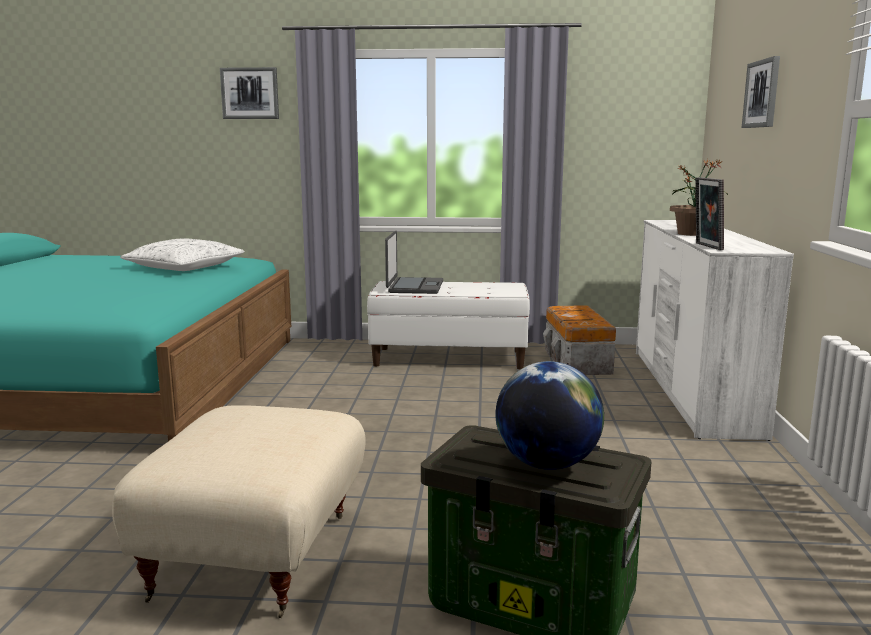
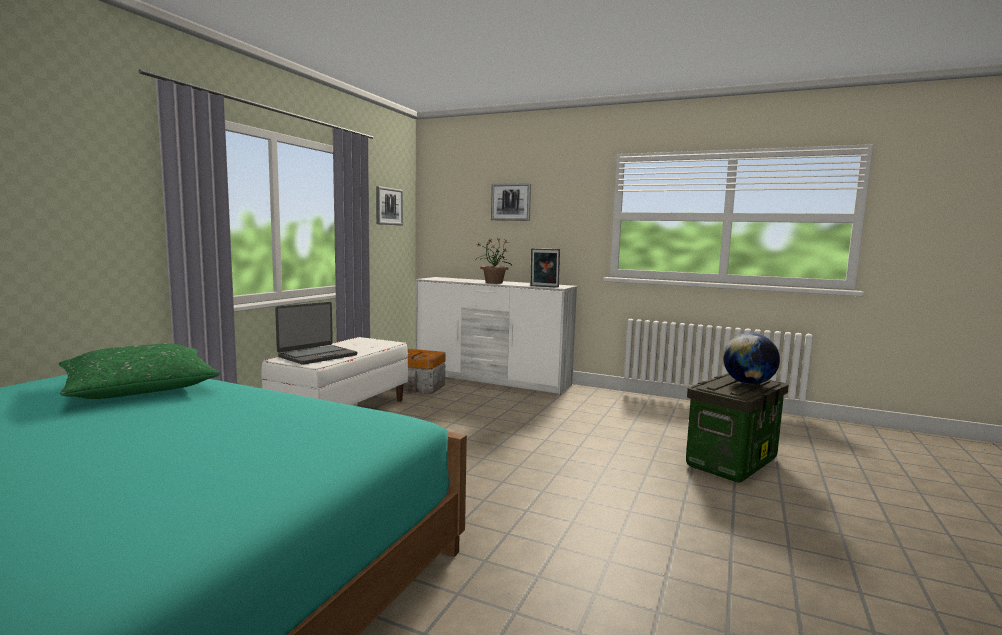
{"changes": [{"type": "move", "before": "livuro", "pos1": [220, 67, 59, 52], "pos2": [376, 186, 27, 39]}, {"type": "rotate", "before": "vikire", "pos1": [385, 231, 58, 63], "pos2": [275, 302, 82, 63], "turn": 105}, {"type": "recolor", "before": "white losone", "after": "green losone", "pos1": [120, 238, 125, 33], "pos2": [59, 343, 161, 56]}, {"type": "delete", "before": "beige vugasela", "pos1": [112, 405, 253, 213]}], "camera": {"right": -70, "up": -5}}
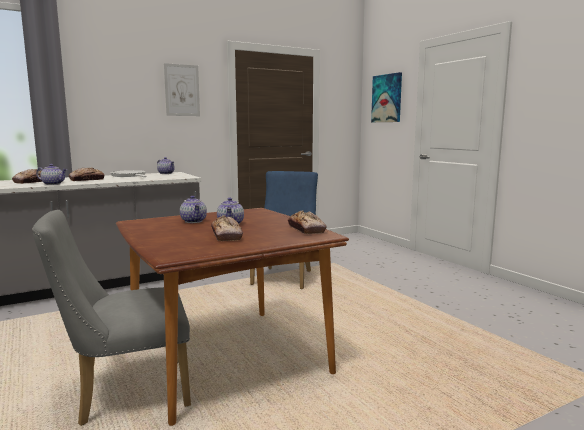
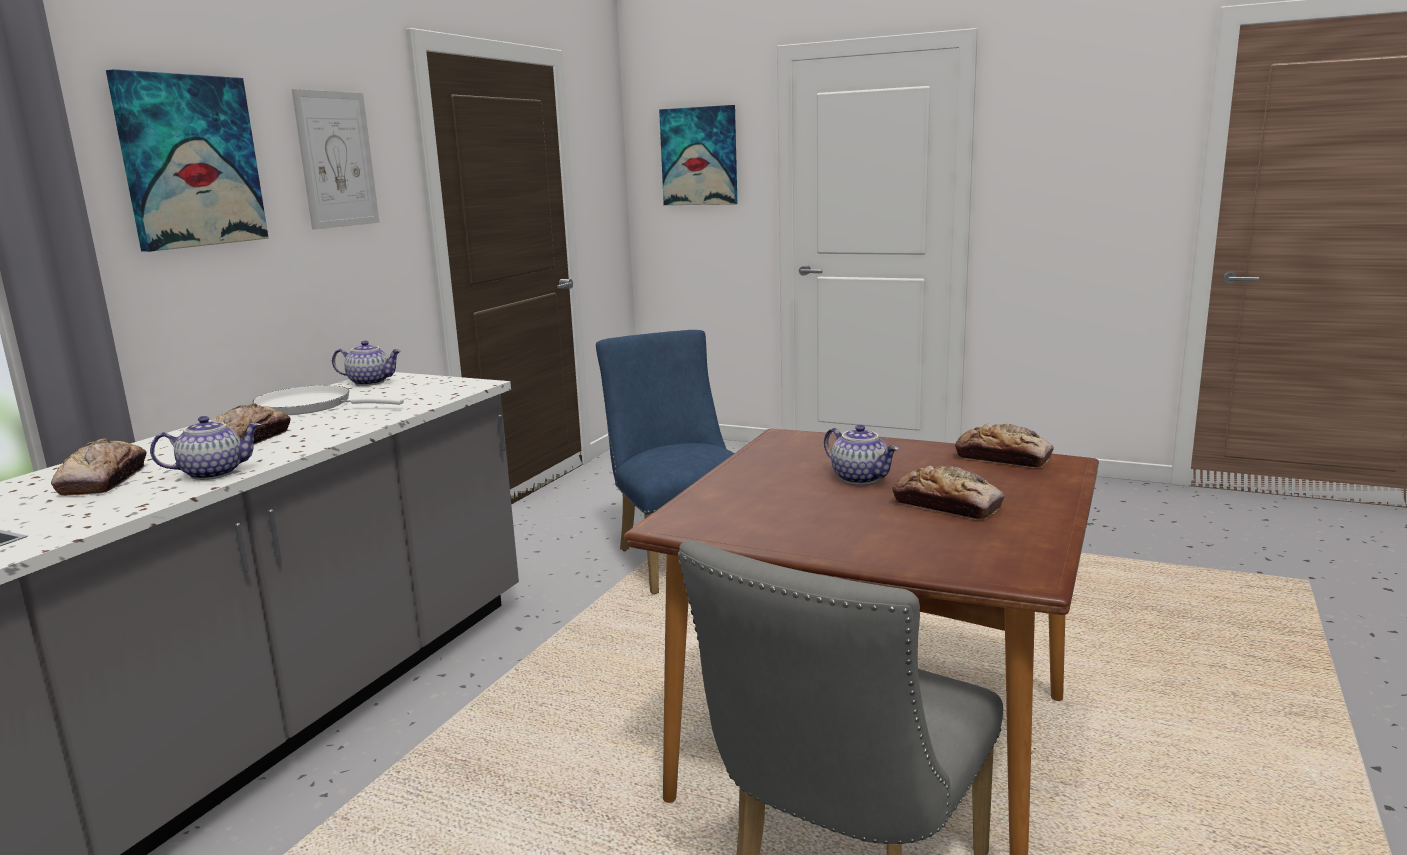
{"changes": [{"type": "delete", "before": "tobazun", "pos1": [180, 196, 27, 27]}, {"type": "insert", "after": "livuro", "pos2": [106, 69, 163, 183]}], "camera": {"right": -35, "up": 5}}
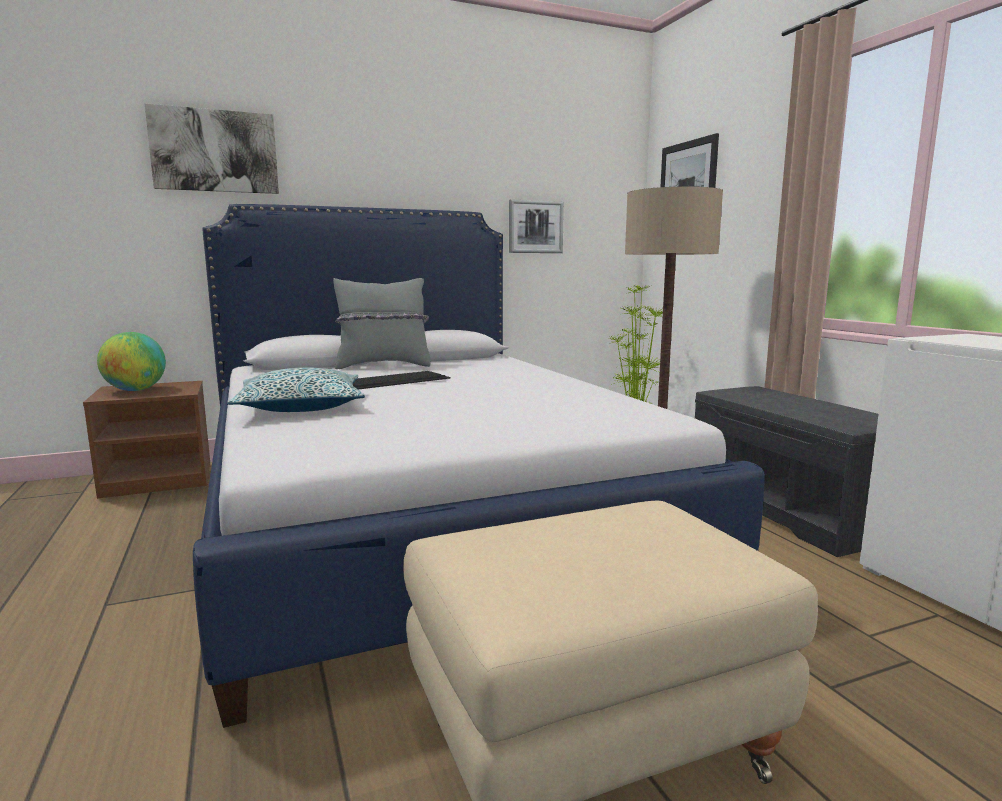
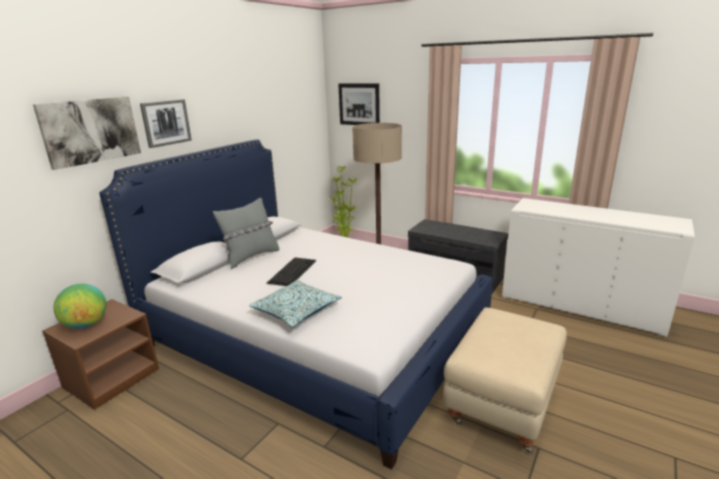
{"changes": [{"type": "move", "before": "livuro", "pos1": [509, 199, 55, 54], "pos2": [140, 99, 52, 49]}], "camera": {"right": -35, "up": 10}}
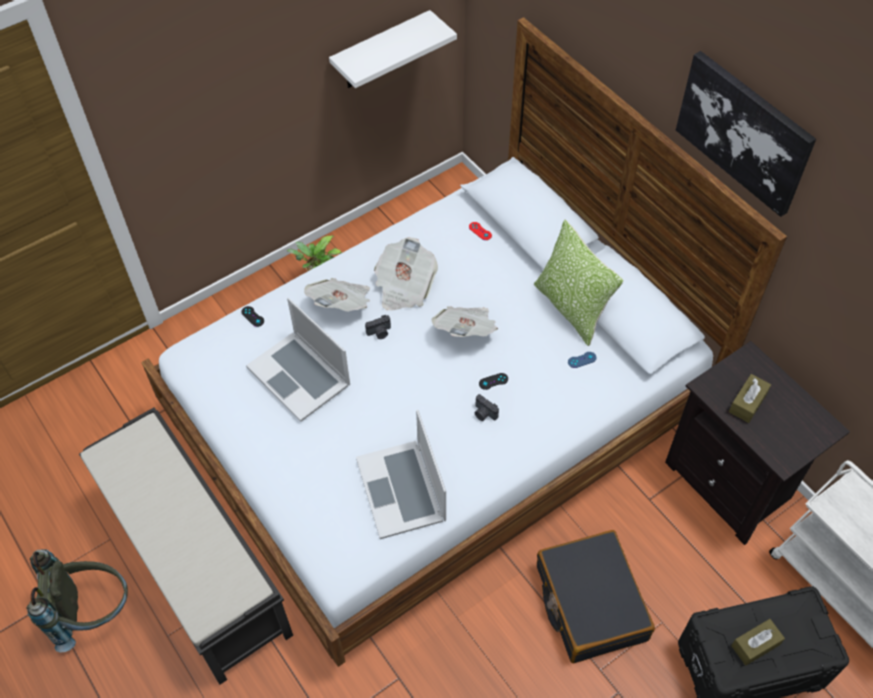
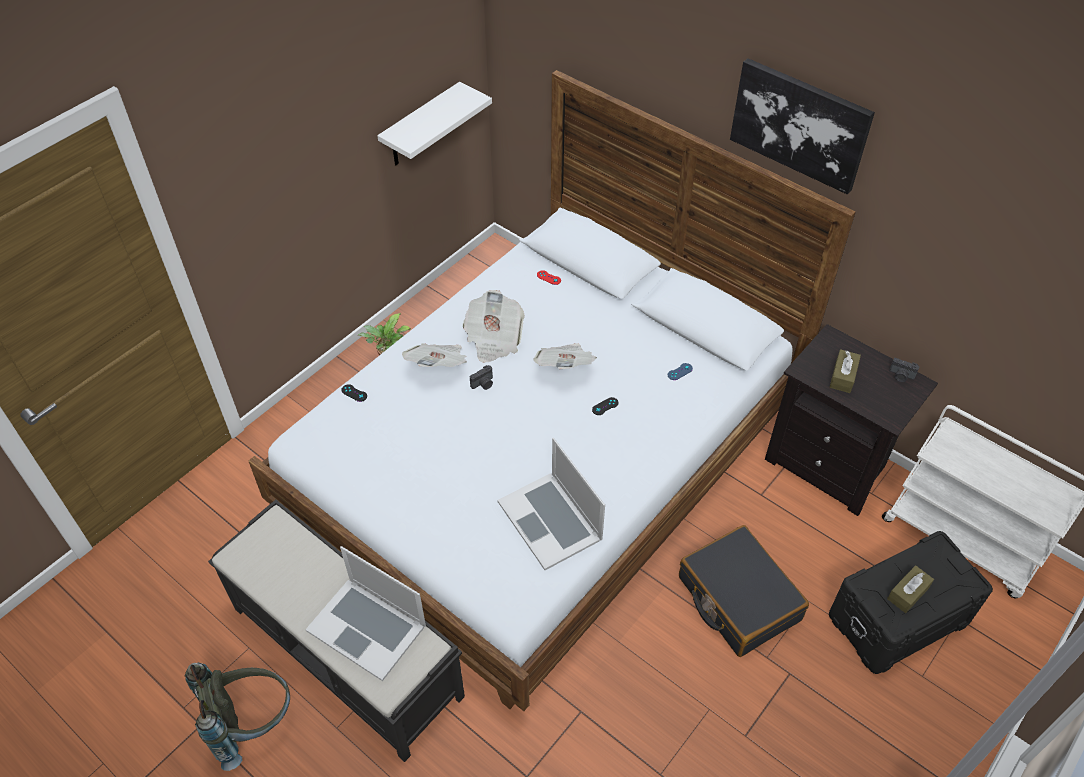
{"changes": [{"type": "delete", "before": "losone", "pos1": [534, 219, 90, 127]}, {"type": "move", "before": "vikire", "pos1": [246, 298, 104, 124], "pos2": [305, 546, 121, 135]}, {"type": "move", "before": "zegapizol", "pos1": [475, 394, 24, 27], "pos2": [889, 358, 30, 24]}], "camera": {"right": -15, "up": -5}}
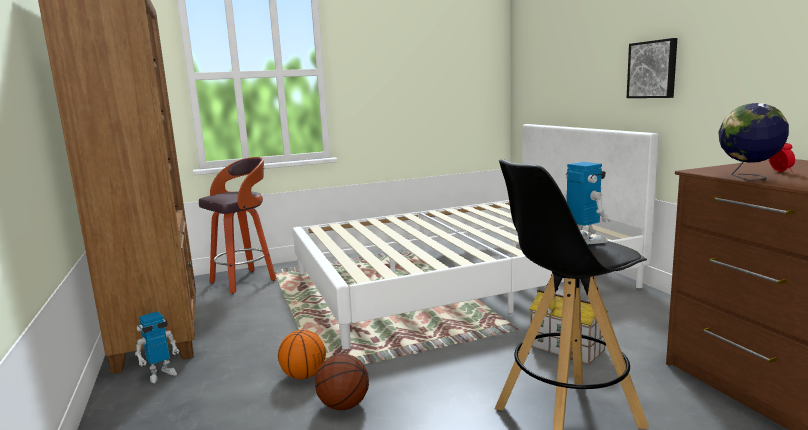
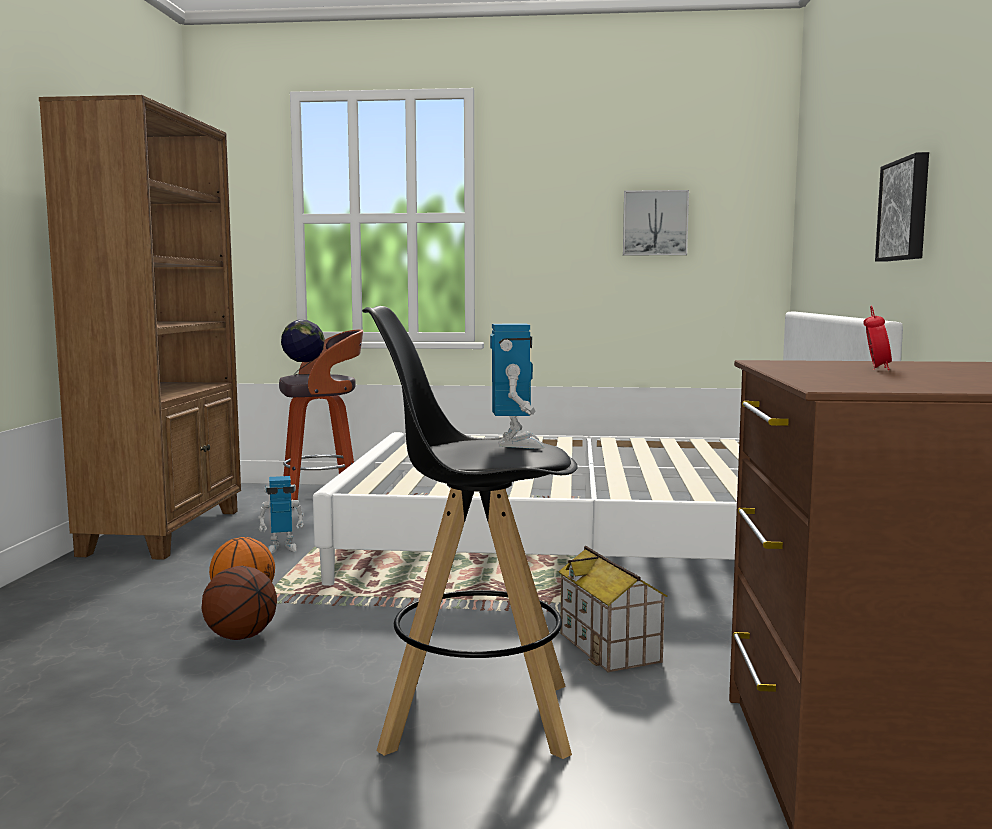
{"changes": [{"type": "move", "before": "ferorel", "pos1": [718, 103, 71, 78], "pos2": [281, 320, 44, 55]}, {"type": "move", "before": "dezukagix", "pos1": [135, 311, 44, 72], "pos2": [258, 476, 46, 78]}, {"type": "insert", "after": "livuro", "pos2": [623, 190, 66, 65]}], "camera": {"right": 25, "up": -5}}
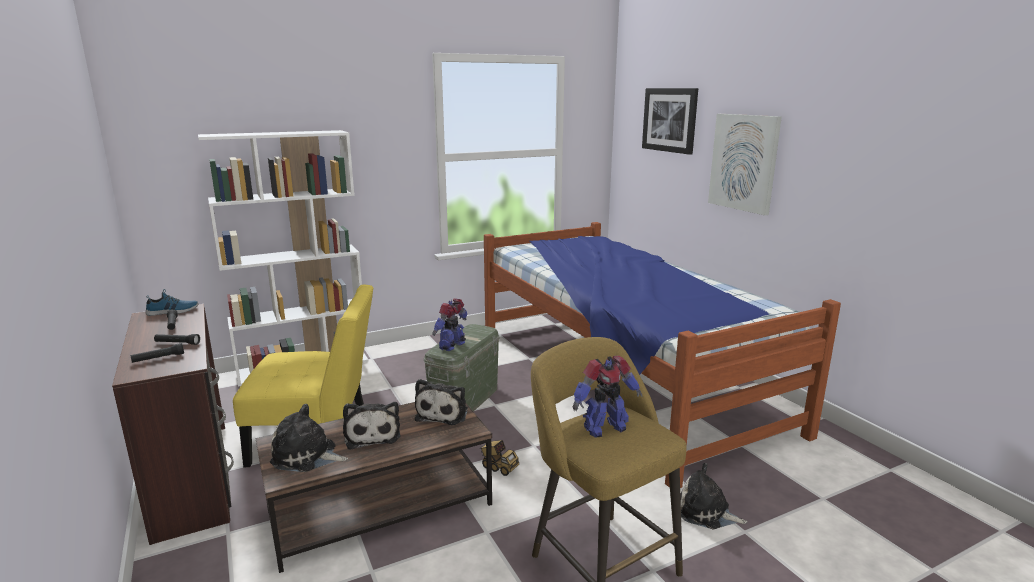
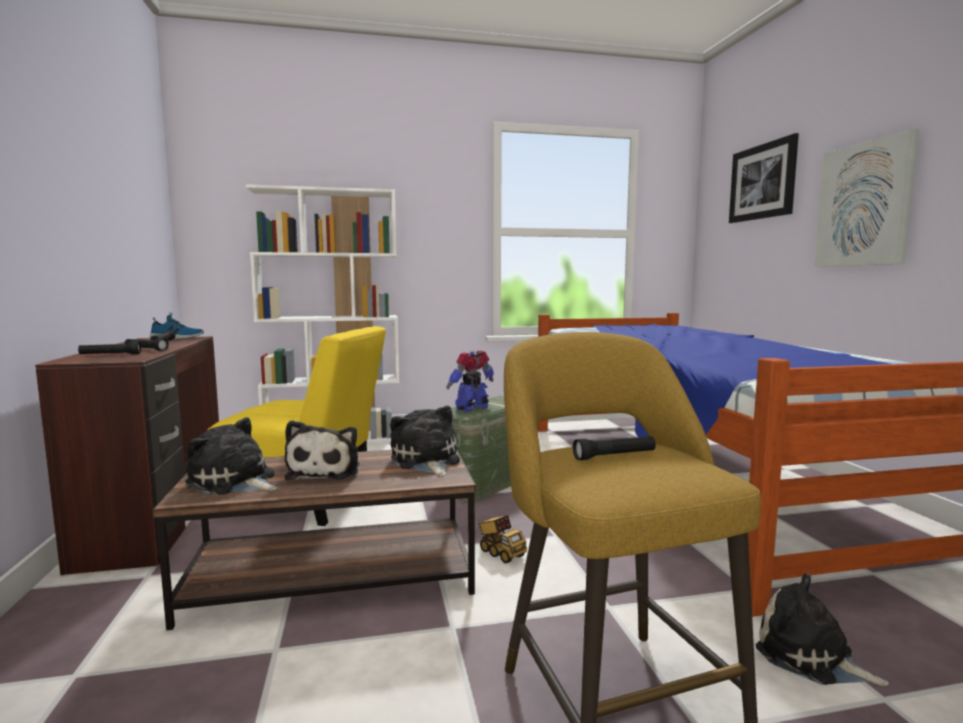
{"changes": [{"type": "replace", "before": "dezukagix", "after": "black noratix", "pos1": [573, 356, 69, 82], "pos2": [573, 436, 83, 24]}, {"type": "rotate", "before": "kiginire", "pos1": [415, 379, 53, 46], "pos2": [390, 406, 70, 70], "turn": 135}], "camera": {"right": 15, "up": -10}}
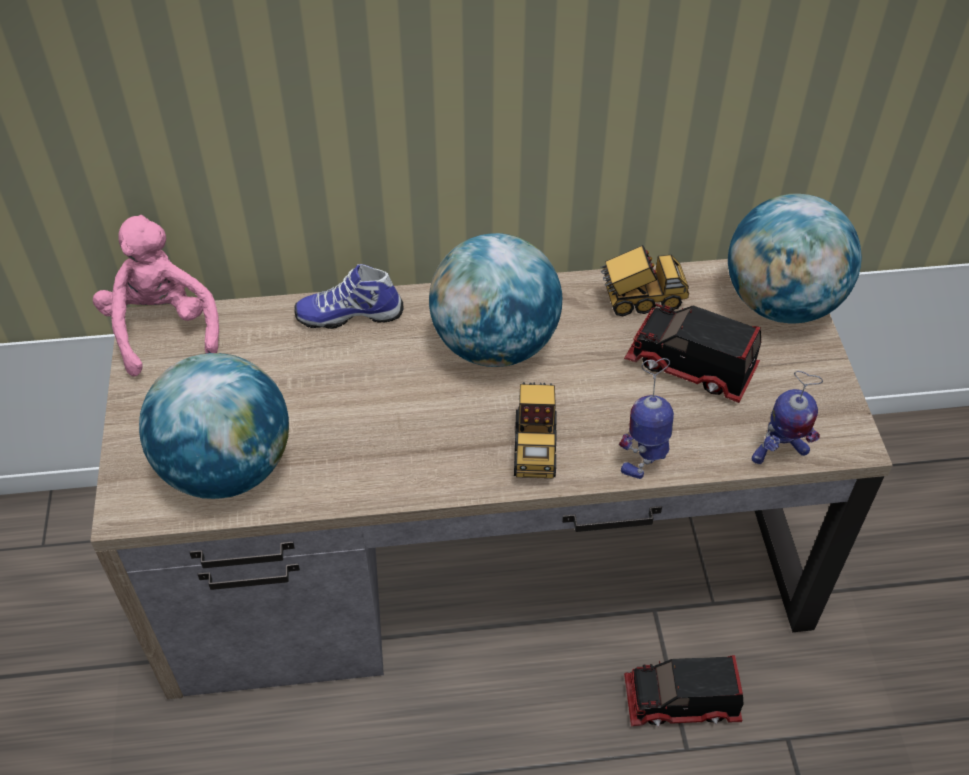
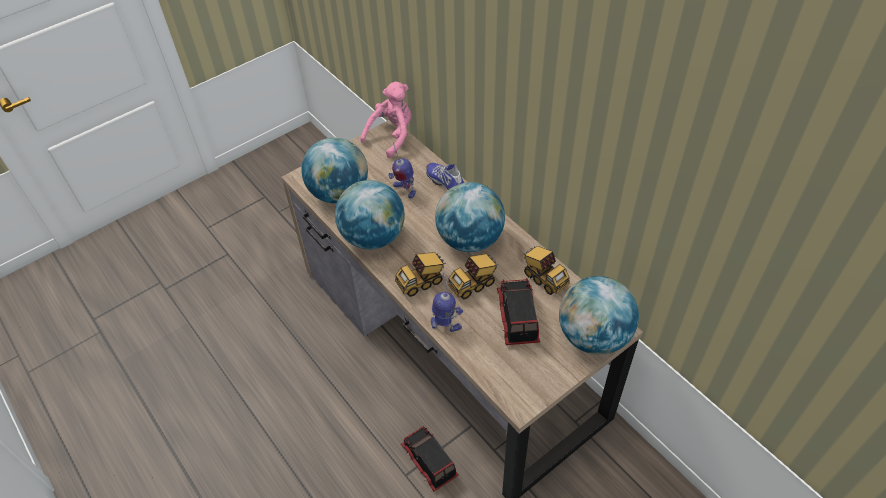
{"changes": [{"type": "move", "before": "dezukagix", "pos1": [751, 371, 72, 93], "pos2": [388, 142, 28, 57]}, {"type": "insert", "after": "ferorel", "pos2": [335, 180, 70, 69]}, {"type": "insert", "after": "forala", "pos2": [448, 254, 50, 46]}], "camera": {"right": 60, "up": 0}}
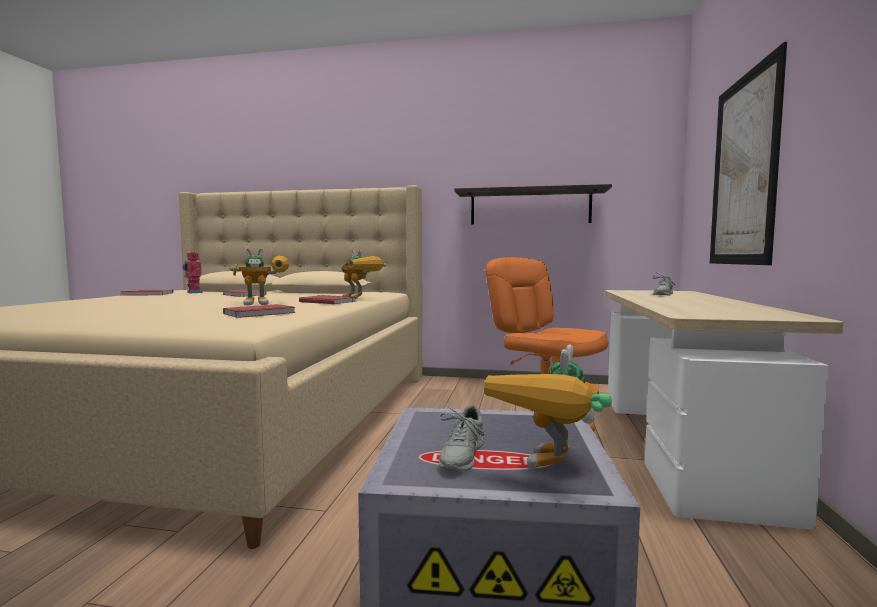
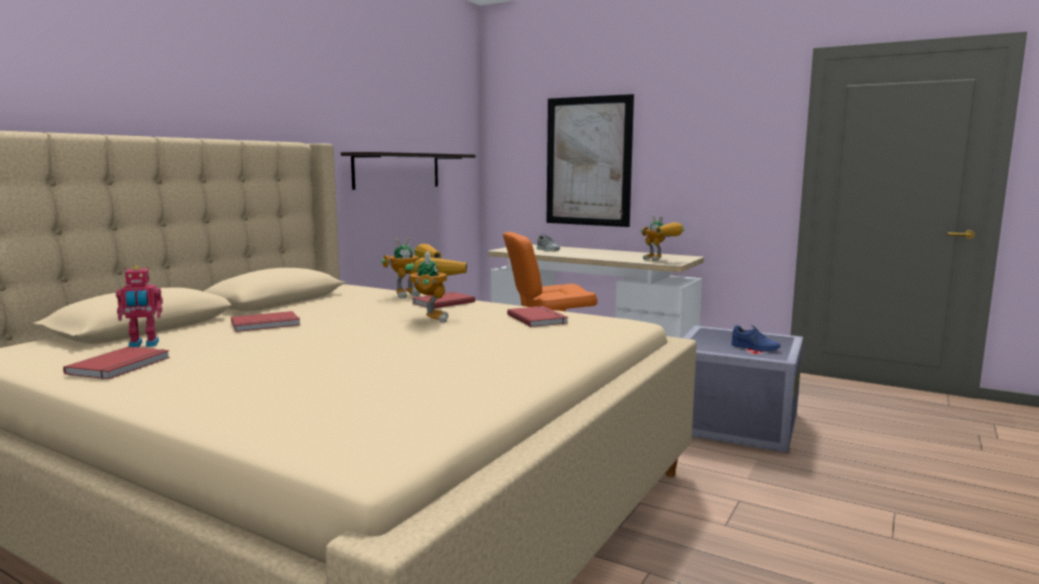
{"changes": [{"type": "move", "before": "dezukagix", "pos1": [484, 344, 128, 126], "pos2": [641, 215, 44, 46]}, {"type": "recolor", "before": "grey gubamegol", "after": "blue gubamegol", "pos1": [439, 404, 47, 67], "pos2": [731, 325, 49, 26]}], "camera": {"right": -70, "up": 5}}
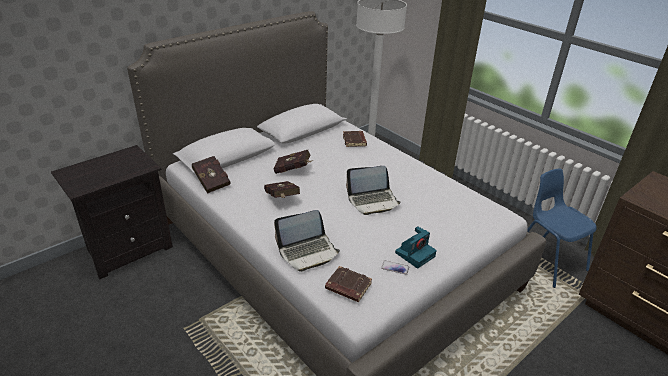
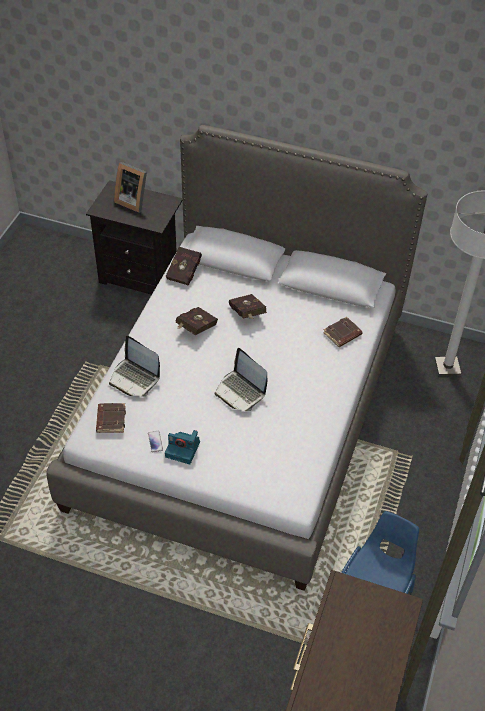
{"changes": [{"type": "insert", "after": "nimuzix", "pos2": [114, 162, 33, 51]}], "camera": {"right": 60, "up": 15}}
